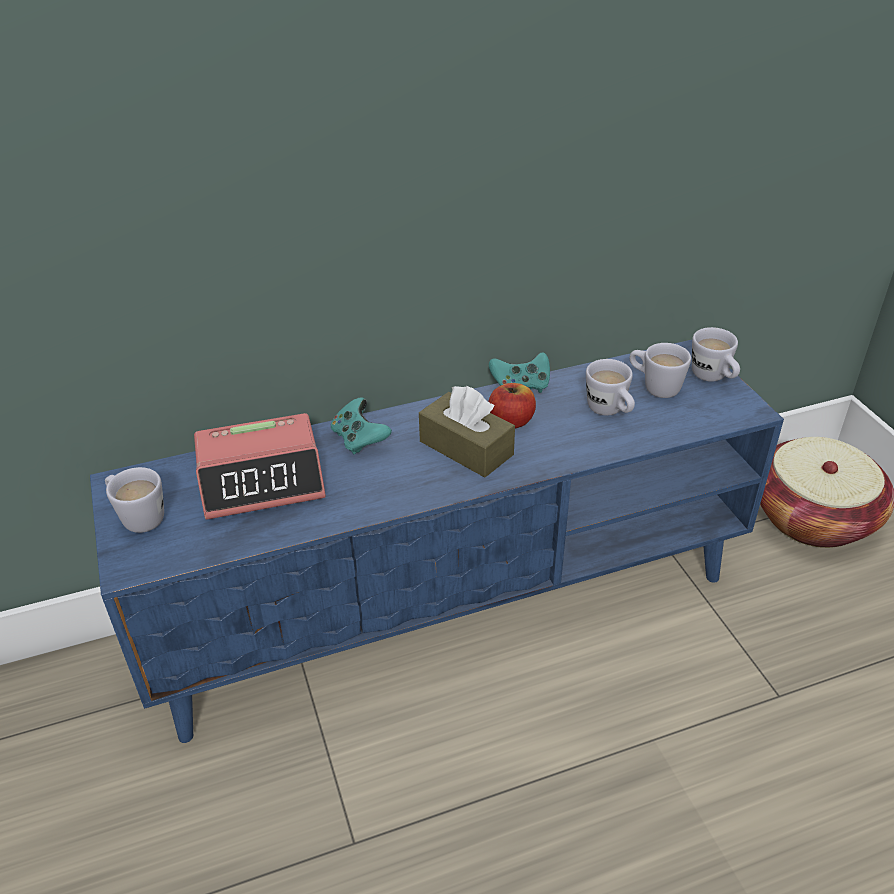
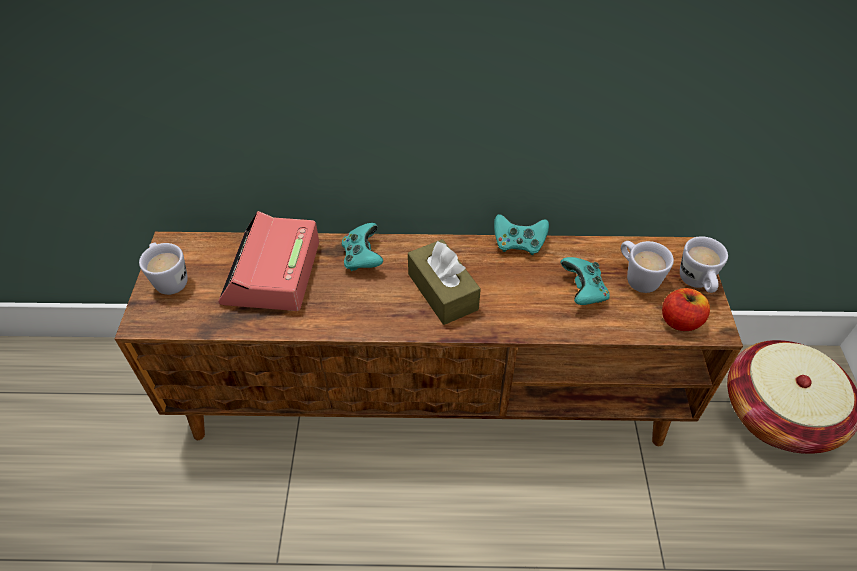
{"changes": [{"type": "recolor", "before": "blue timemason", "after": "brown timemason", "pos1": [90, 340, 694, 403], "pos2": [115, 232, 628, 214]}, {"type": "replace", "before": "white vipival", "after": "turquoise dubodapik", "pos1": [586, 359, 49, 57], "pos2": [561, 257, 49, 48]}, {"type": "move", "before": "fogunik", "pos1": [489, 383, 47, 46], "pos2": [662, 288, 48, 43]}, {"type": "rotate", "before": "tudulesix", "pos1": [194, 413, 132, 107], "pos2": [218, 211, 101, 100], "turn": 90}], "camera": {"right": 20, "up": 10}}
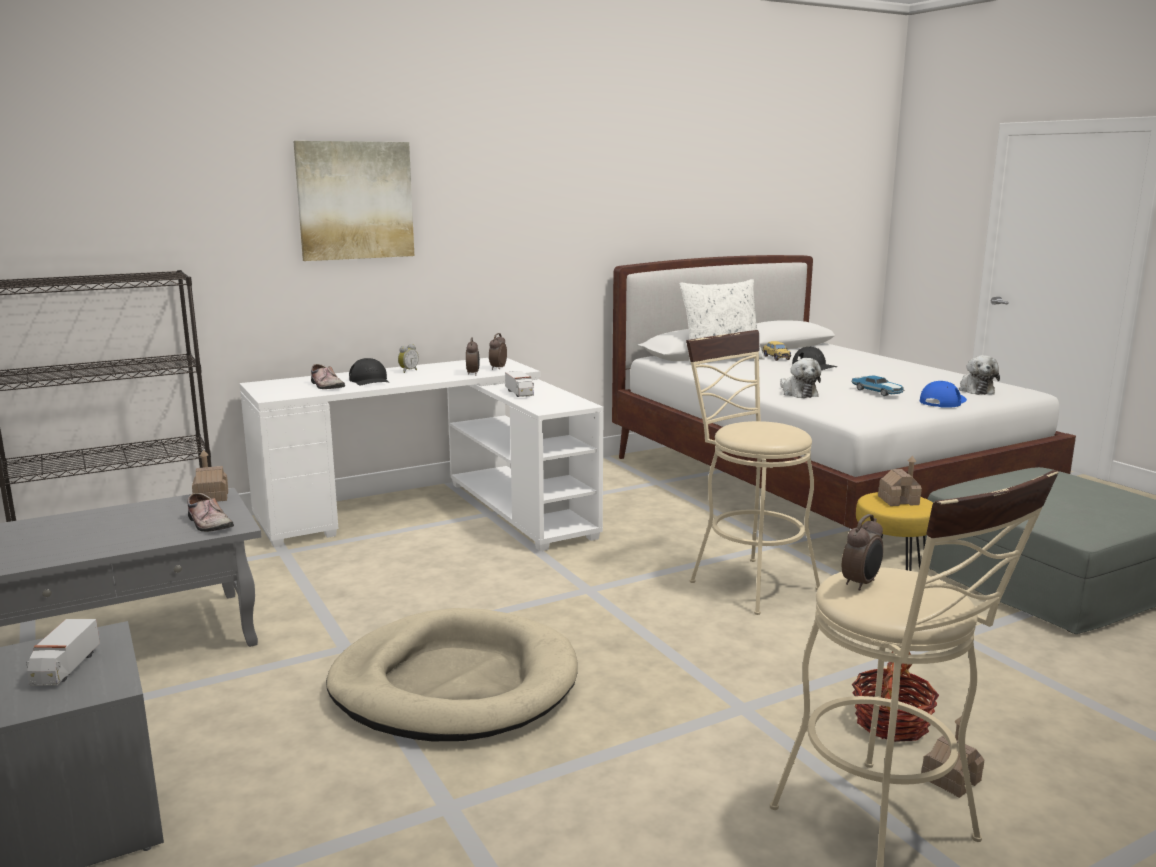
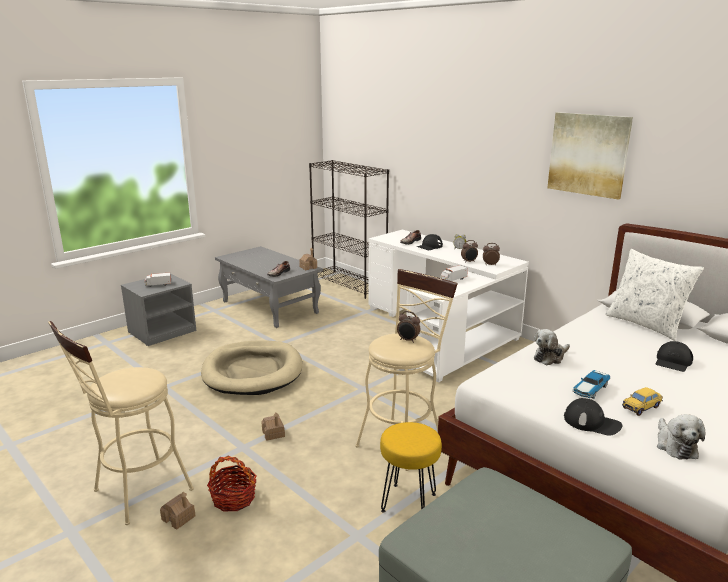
{"changes": [{"type": "move", "before": "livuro", "pos1": [293, 141, 121, 120], "pos2": [547, 112, 86, 88]}, {"type": "move", "before": "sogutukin", "pos1": [762, 341, 29, 20], "pos2": [622, 387, 41, 29]}, {"type": "rotate", "before": "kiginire", "pos1": [959, 355, 41, 40], "pos2": [657, 414, 48, 45], "turn": -75}, {"type": "recolor", "before": "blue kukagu", "after": "black kukagu", "pos1": [920, 381, 47, 27], "pos2": [564, 398, 58, 38]}, {"type": "move", "before": "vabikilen", "pos1": [878, 456, 44, 50], "pos2": [261, 413, 24, 28]}, {"type": "move", "before": "tudulesix", "pos1": [842, 514, 41, 77], "pos2": [397, 311, 23, 32]}], "camera": {"right": 75, "up": 5}}
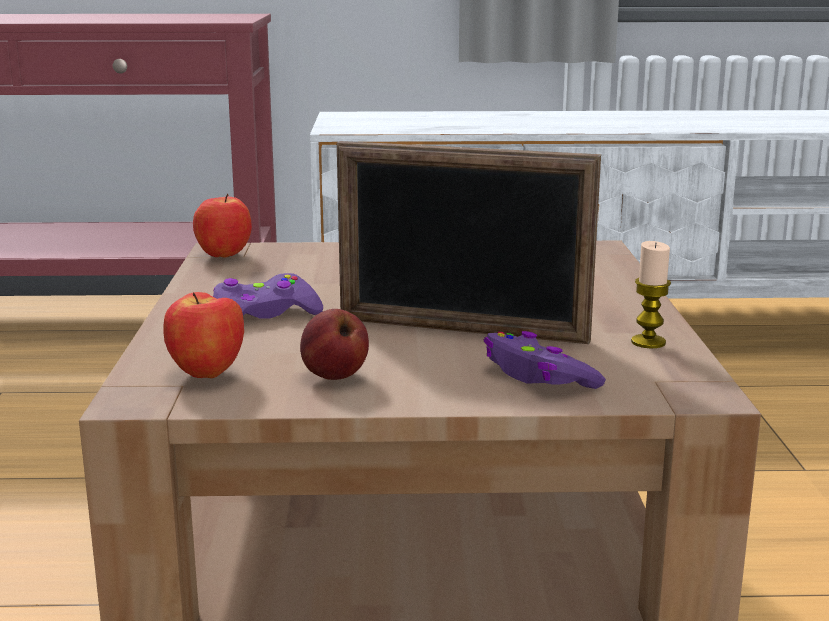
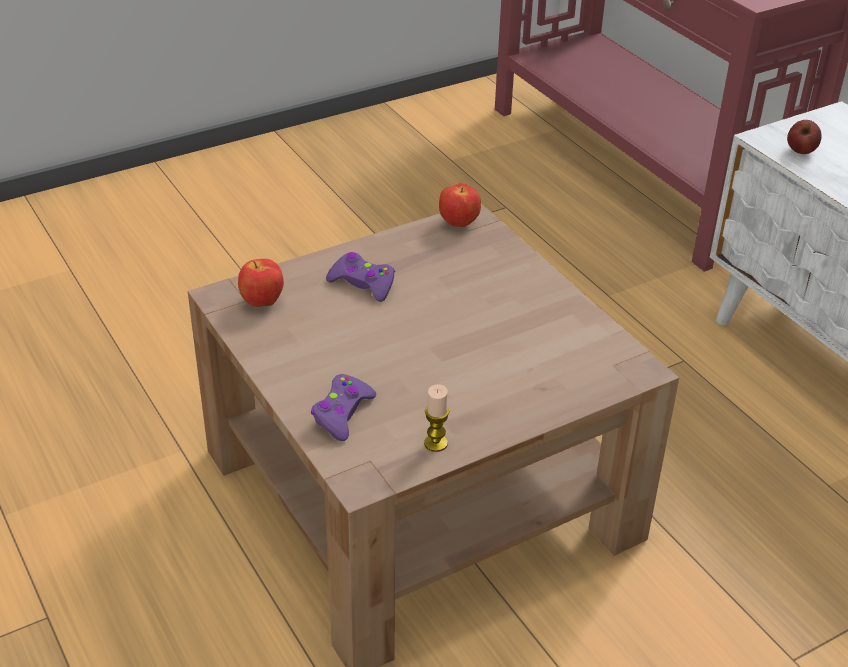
{"changes": [{"type": "delete", "before": "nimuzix", "pos1": [337, 141, 264, 203]}, {"type": "move", "before": "fogunik", "pos1": [300, 309, 69, 71], "pos2": [787, 120, 35, 34]}], "camera": {"right": 60, "up": 20}}
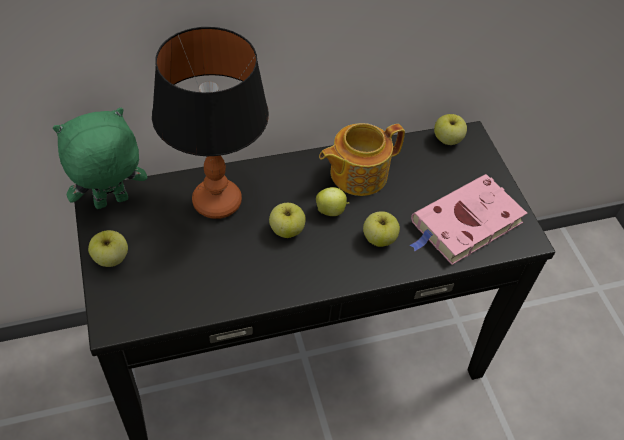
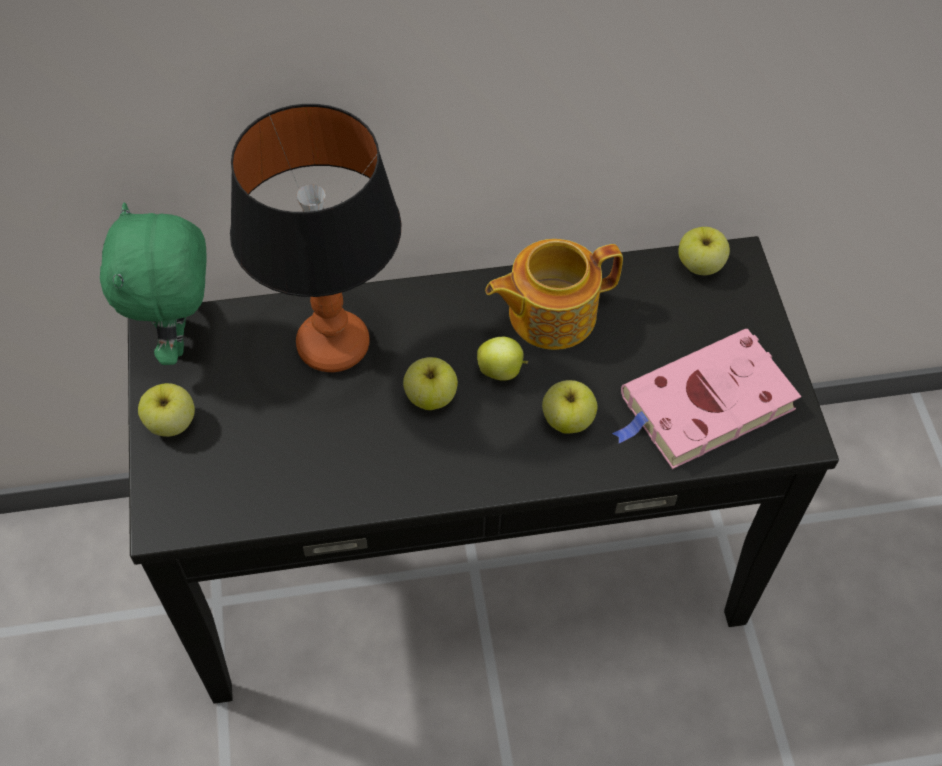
{"changes": [{"type": "rotate", "before": "green kiginire", "pos1": [53, 108, 94, 101], "pos2": [100, 202, 106, 163], "turn": -75}], "camera": {"right": 10, "up": 5}}
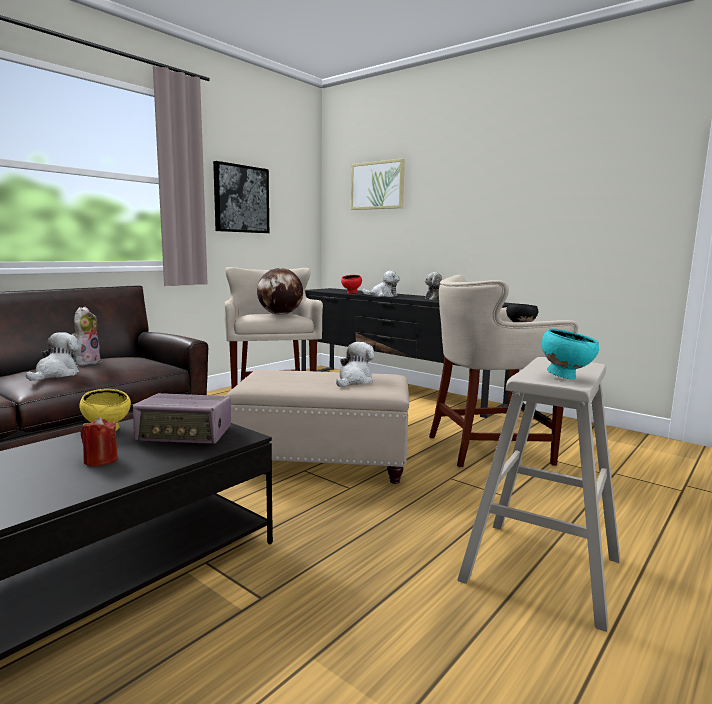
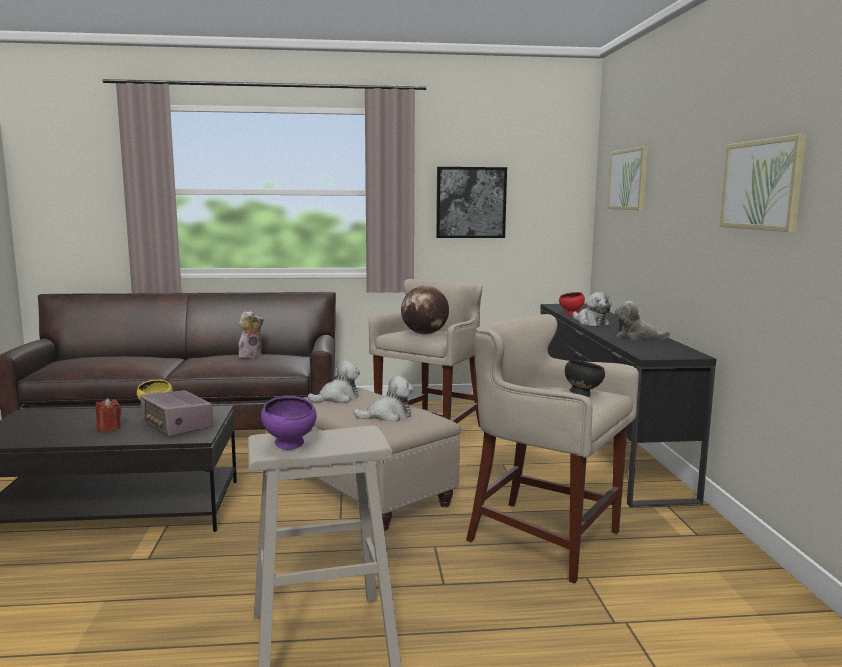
{"changes": [{"type": "recolor", "before": "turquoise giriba", "after": "purple giriba", "pos1": [542, 328, 57, 51], "pos2": [261, 396, 56, 54]}, {"type": "move", "before": "kiginire", "pos1": [26, 332, 53, 49], "pos2": [307, 361, 53, 41]}, {"type": "insert", "after": "livuro", "pos2": [720, 134, 86, 98]}], "camera": {"right": 45, "up": 0}}
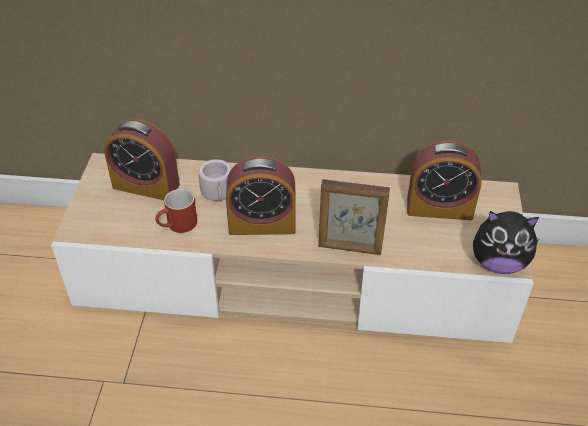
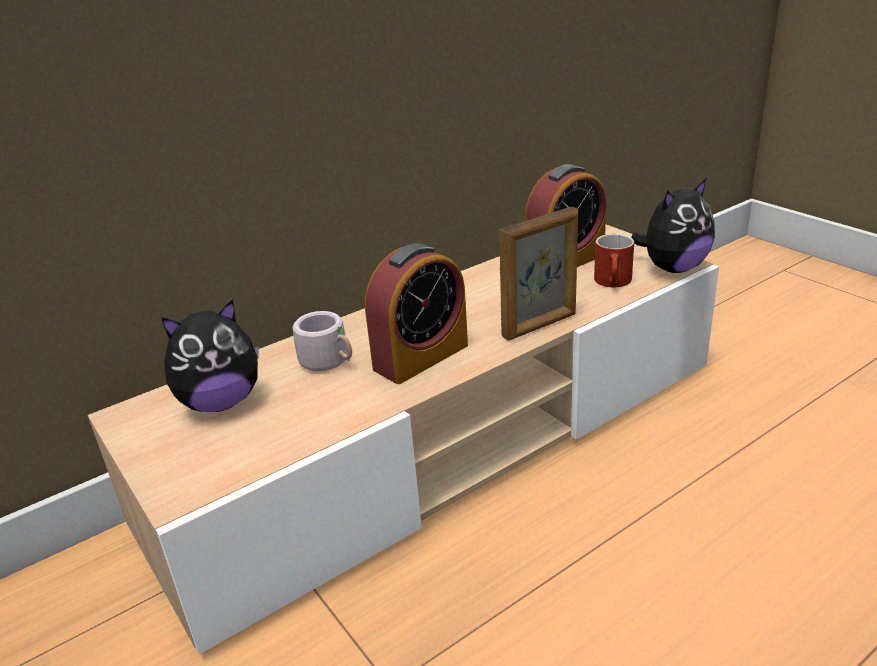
{"changes": [{"type": "replace", "before": "tudulesix", "after": "kiginire", "pos1": [104, 119, 76, 81], "pos2": [161, 299, 98, 113]}, {"type": "move", "before": "red vipival", "pos1": [155, 189, 42, 44], "pos2": [594, 234, 40, 53]}], "camera": {"right": -40, "up": -15}}
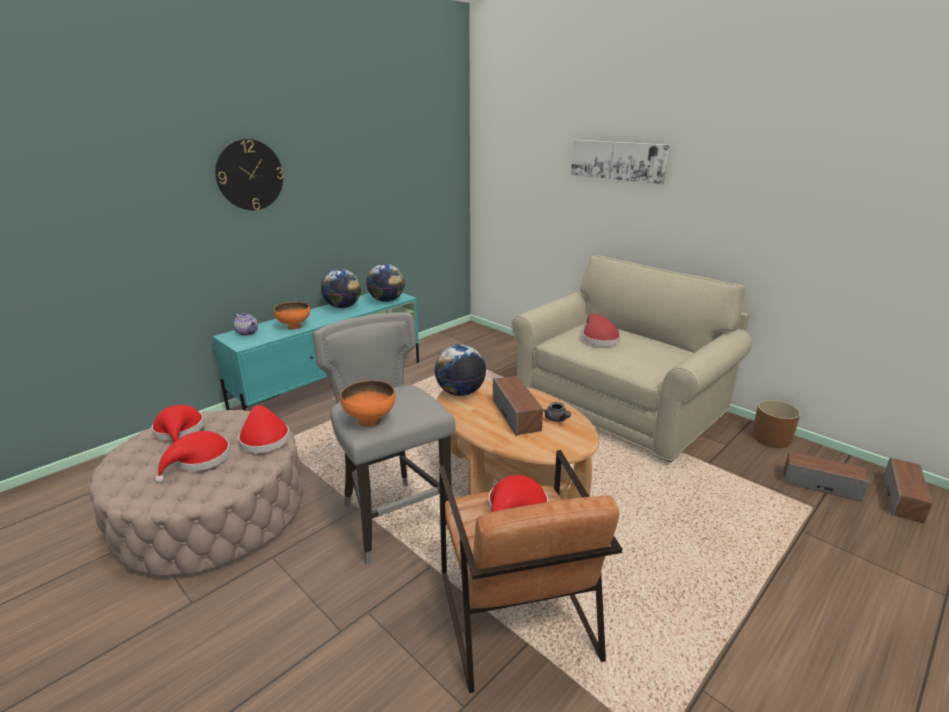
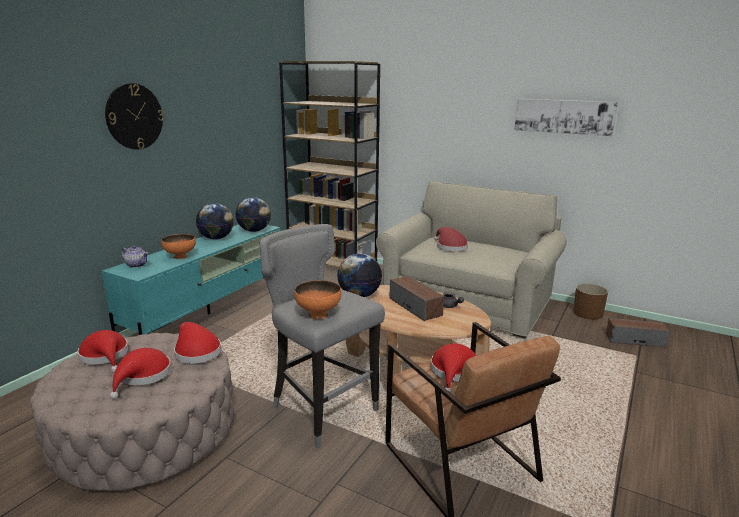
{"changes": [{"type": "move", "before": "livuro", "pos1": [571, 140, 98, 44], "pos2": [515, 99, 103, 37]}, {"type": "delete", "before": "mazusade", "pos1": [883, 457, 49, 66]}, {"type": "insert", "after": "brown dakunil", "pos2": [279, 61, 101, 207]}], "camera": {"right": -15, "up": -5}}
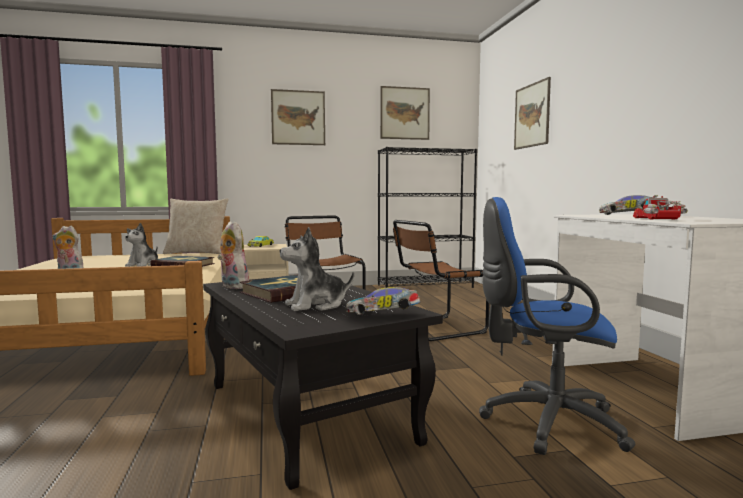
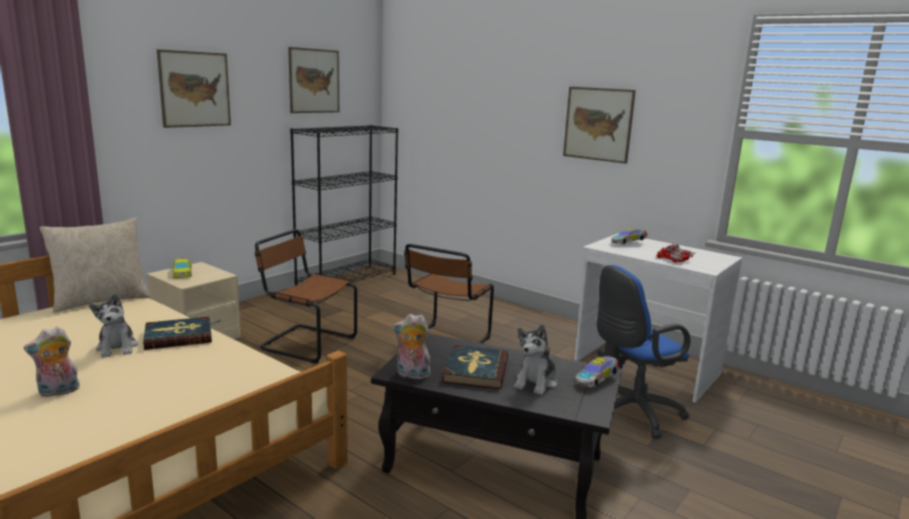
{"changes": [{"type": "move", "before": "livuro", "pos1": [514, 77, 37, 73], "pos2": [563, 87, 73, 77]}], "camera": {"right": -40, "up": 10}}
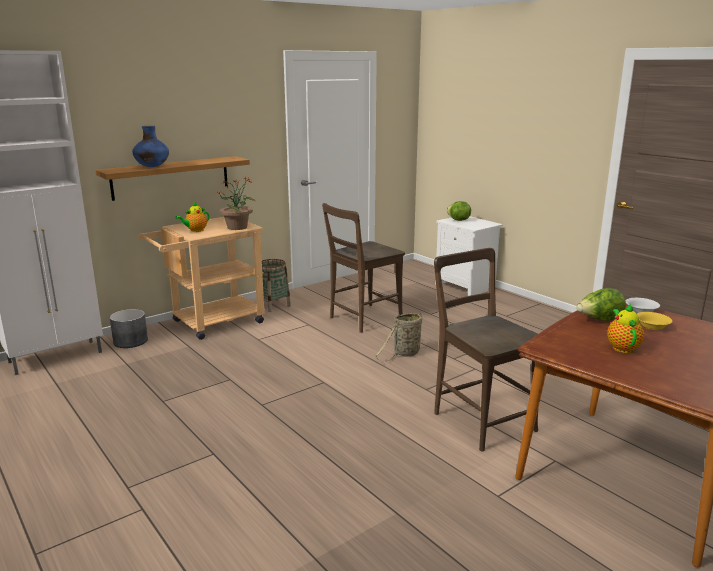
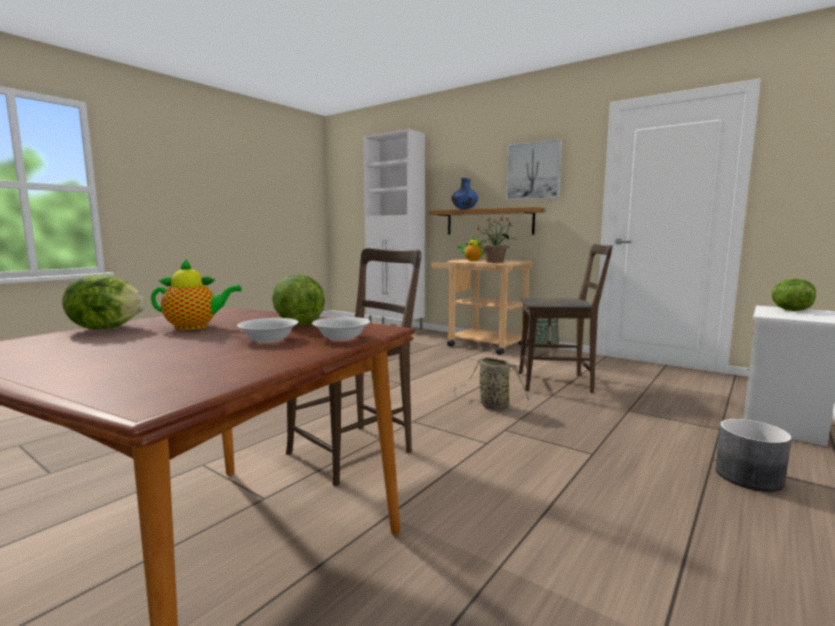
{"changes": [{"type": "rotate", "before": "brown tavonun", "pos1": [322, 203, 83, 130], "pos2": [518, 244, 95, 149], "turn": 150}, {"type": "move", "before": "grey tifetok", "pos1": [110, 309, 38, 39], "pos2": [715, 419, 77, 73]}, {"type": "recolor", "before": "yellow giriba", "after": "white giriba", "pos1": [637, 312, 35, 18], "pos2": [237, 318, 61, 24]}, {"type": "insert", "after": "livuro", "pos2": [506, 138, 56, 63]}, {"type": "insert", "after": "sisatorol", "pos2": [62, 274, 84, 56]}], "camera": {"right": 75, "up": -10}}
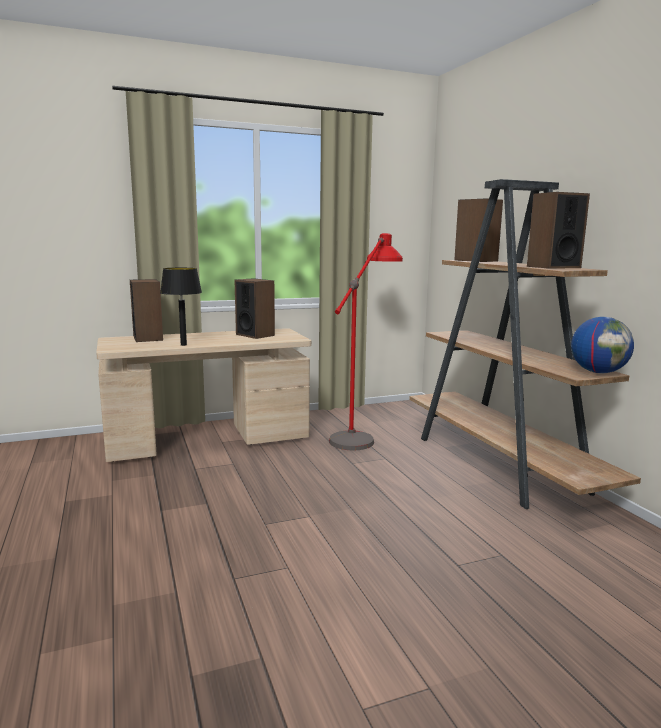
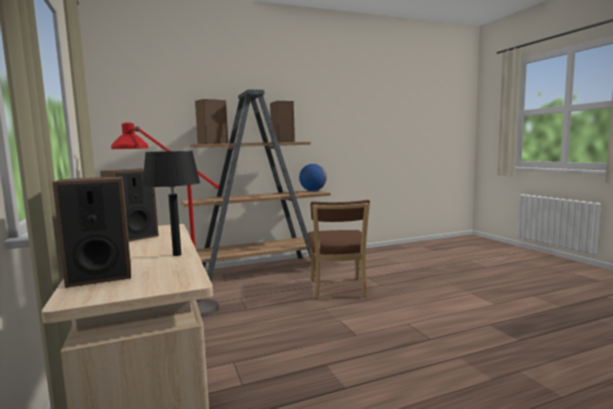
{"changes": [{"type": "insert", "after": "brown tavonun", "pos2": [308, 200, 62, 99]}], "camera": {"right": -90, "up": -5}}
